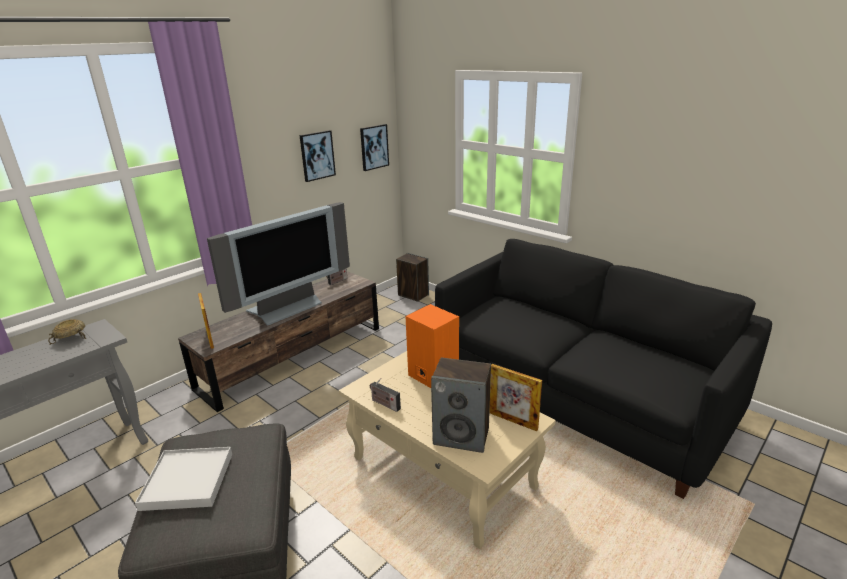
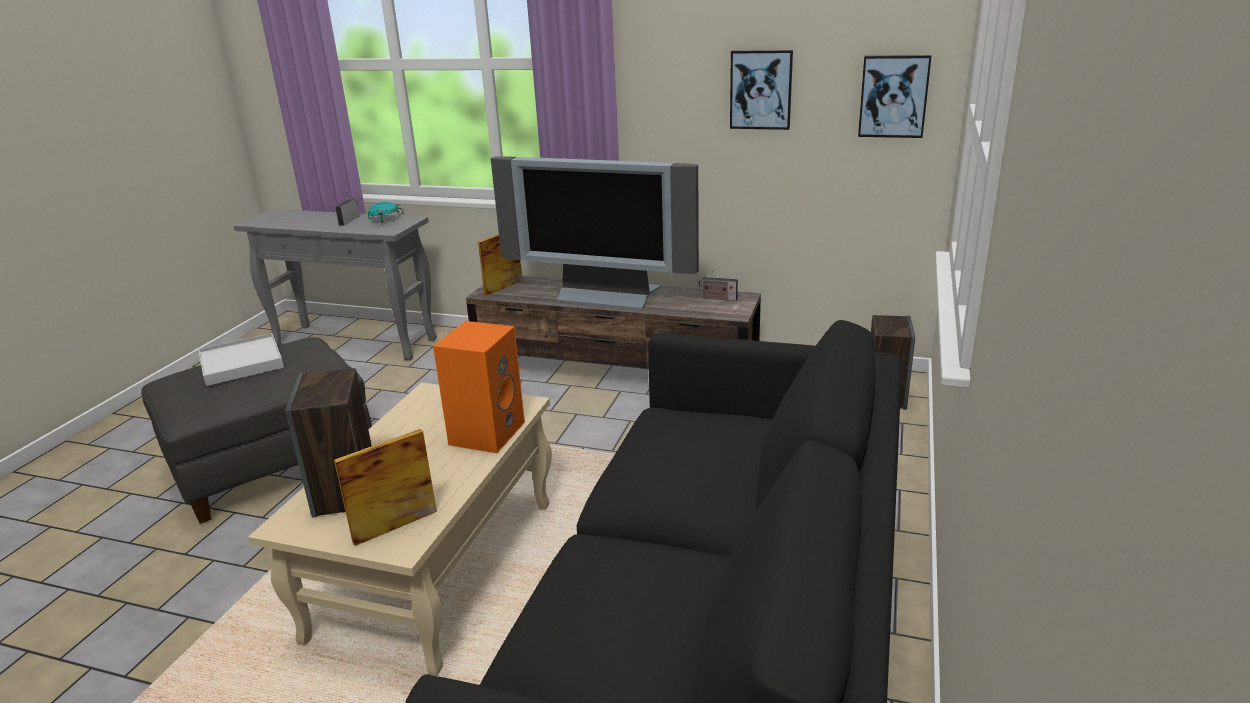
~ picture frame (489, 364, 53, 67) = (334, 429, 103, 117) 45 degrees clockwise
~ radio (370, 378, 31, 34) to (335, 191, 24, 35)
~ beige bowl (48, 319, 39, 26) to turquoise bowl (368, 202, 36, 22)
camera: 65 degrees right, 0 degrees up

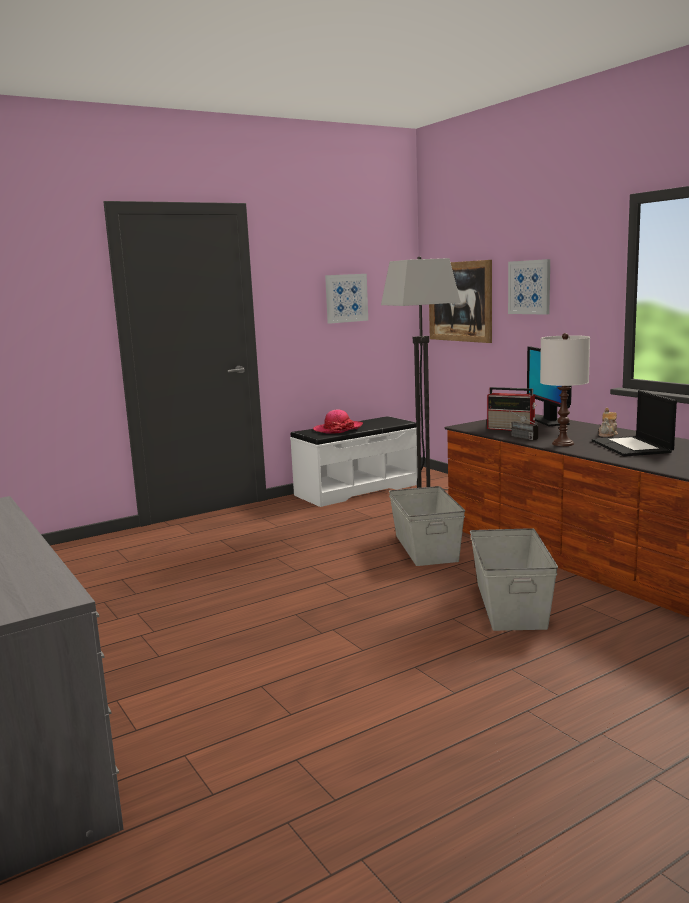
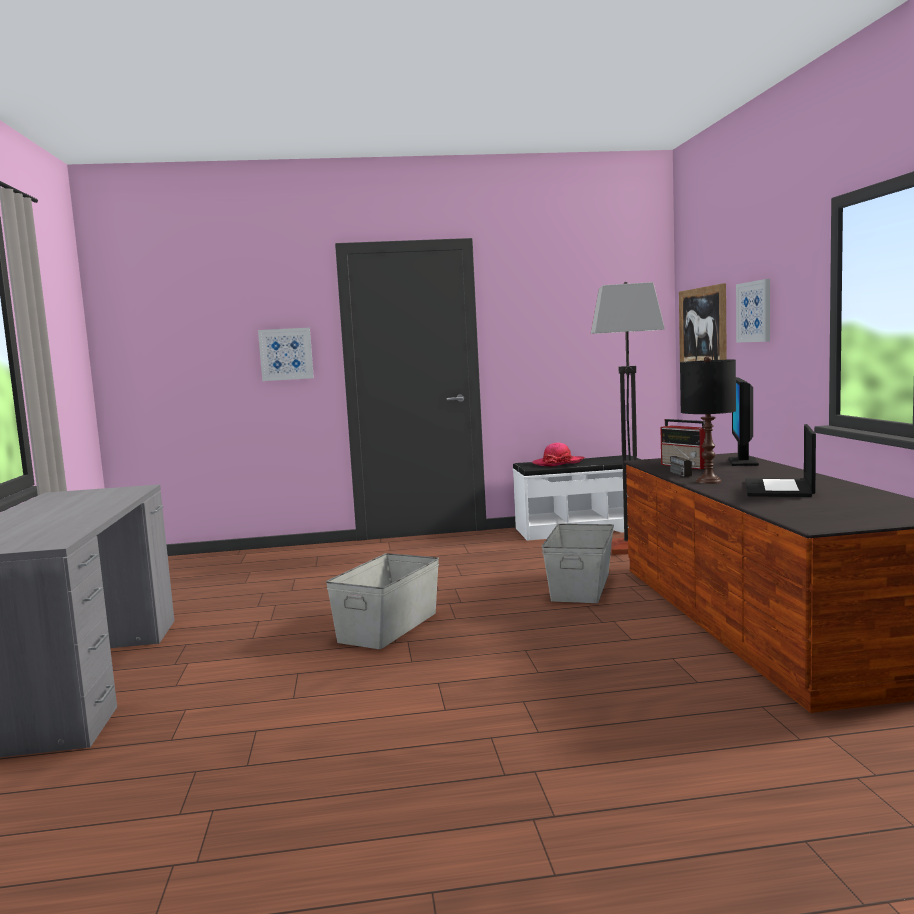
~ picture (325, 274, 43, 50) to (258, 328, 56, 53)
~ grey storage box (470, 528, 88, 103) to (326, 553, 113, 96)
~ white table lamp (540, 333, 50, 113) to black table lamp (680, 356, 56, 128)
- teapot (599, 408, 19, 29)
camera: 25 degrees right, 5 degrees down

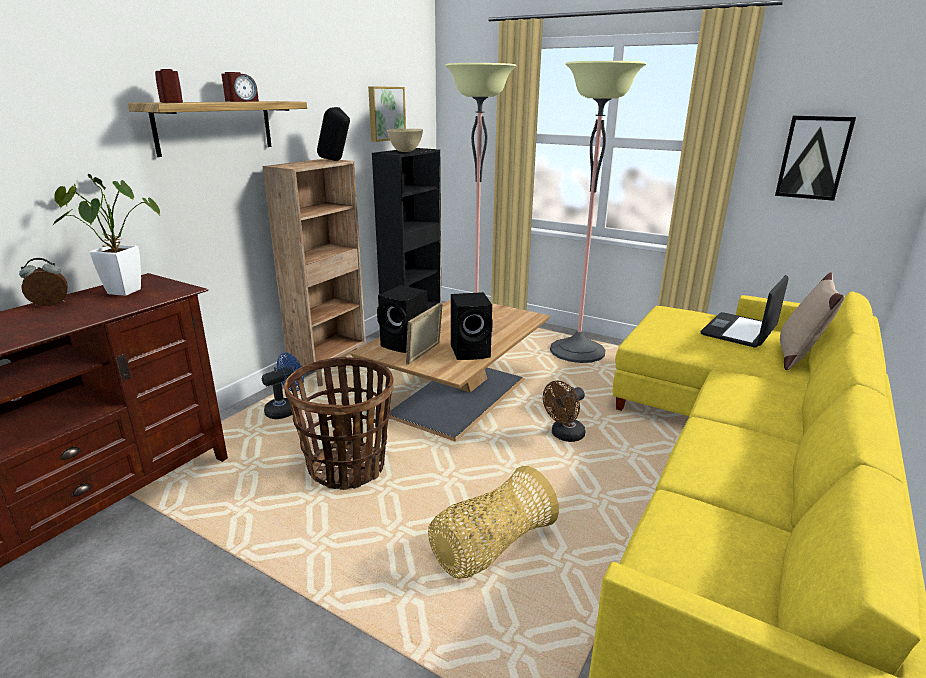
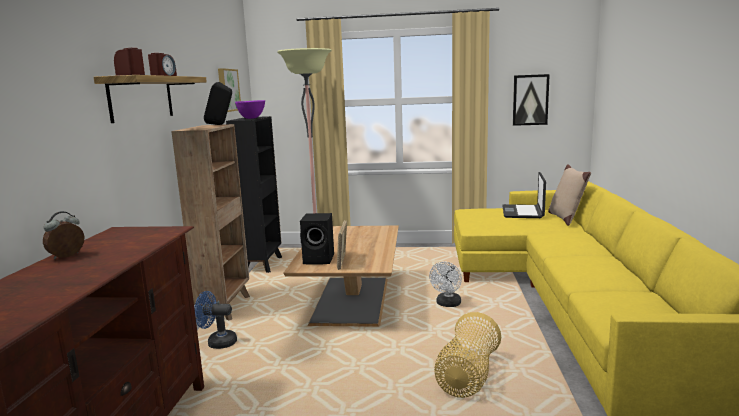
~ blue fan (262, 353, 42, 66) = (194, 291, 43, 58) 105 degrees counterclockwise
~ beige bowl (387, 128, 36, 24) to purple bowl (235, 100, 30, 19)
~ brown fan (543, 381, 42, 61) to white fan (429, 261, 33, 46)
- potted plant (53, 174, 107, 122)
- basket (284, 357, 109, 133)
- black speaker (451, 292, 42, 68)
- floor lamp (550, 61, 96, 302)
camera: 25 degrees left, 10 degrees down

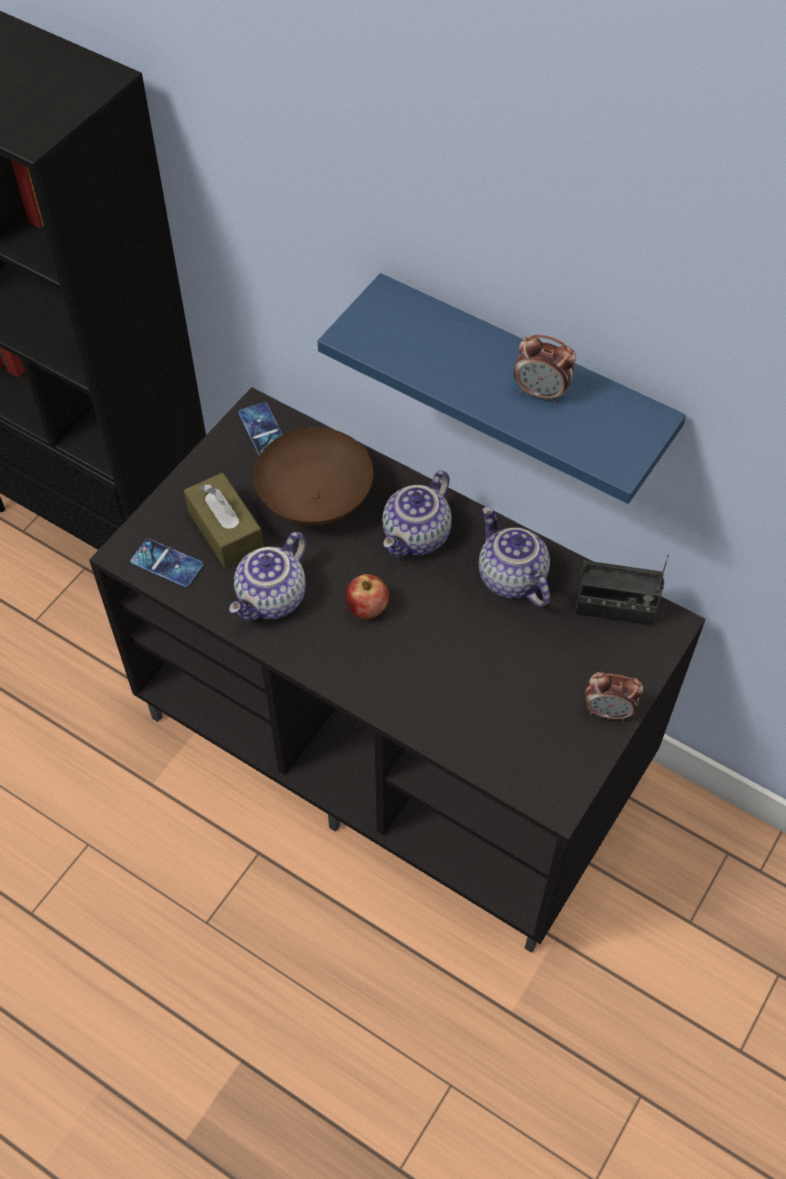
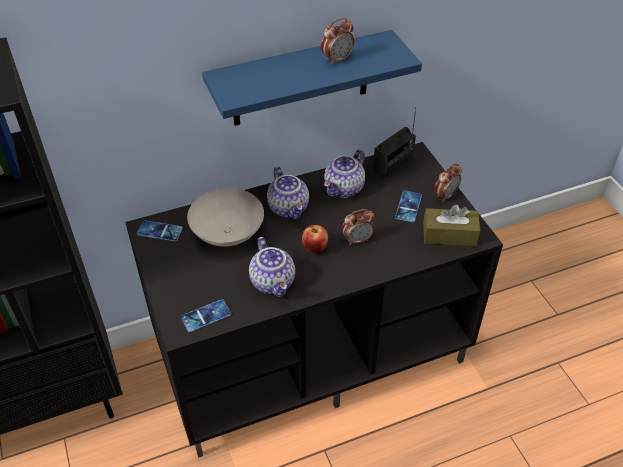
~ brown bowl (254, 427, 119, 99) to white bowl (187, 188, 77, 59)
~ teapot (479, 507, 71, 100) = (324, 149, 41, 49) 60 degrees counterclockwise
+ alarm clock (342, 209, 33, 36)
+ phone (395, 190, 27, 32)
~ brown tissue box (184, 473, 79, 95) to (423, 205, 58, 41)
camera: 55 degrees left, 10 degrees down

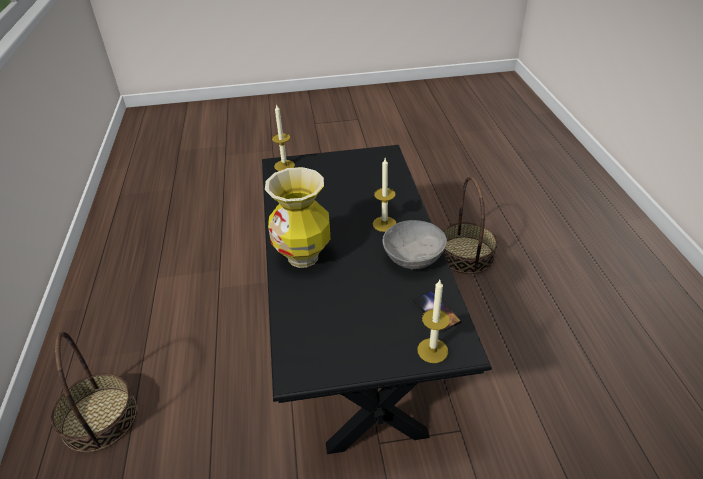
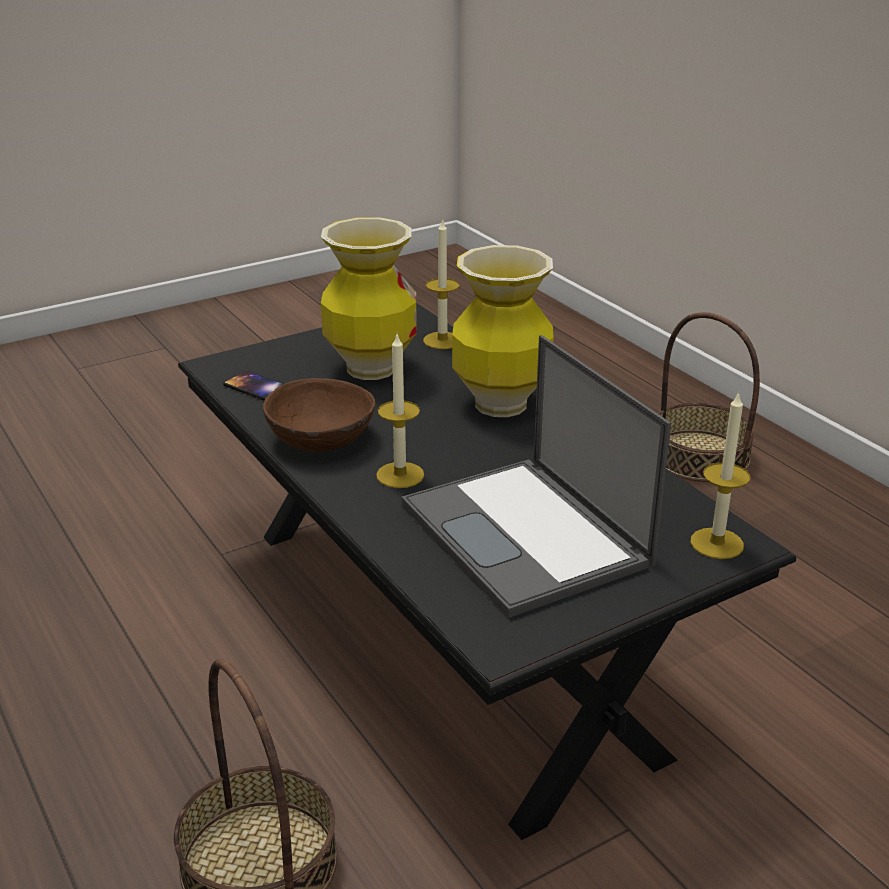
~ grey bowl (382, 220, 65, 49) to brown bowl (263, 378, 112, 74)
+ vase (321, 217, 96, 163)
+ laptop (401, 335, 270, 283)
~ candle (417, 280, 33, 83) to (423, 218, 36, 131)
camera: 155 degrees right, 10 degrees down

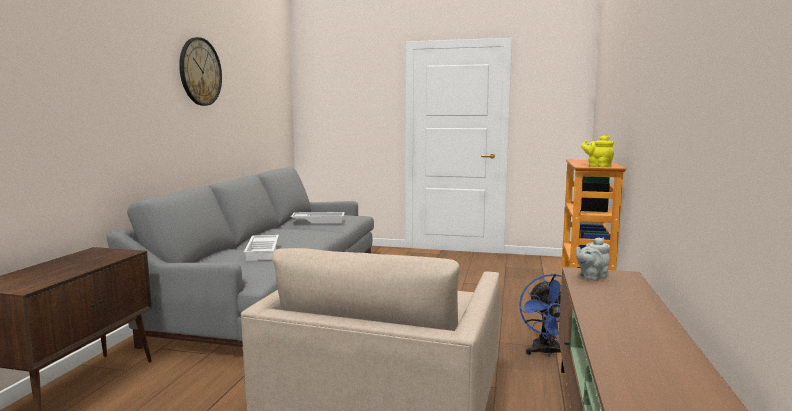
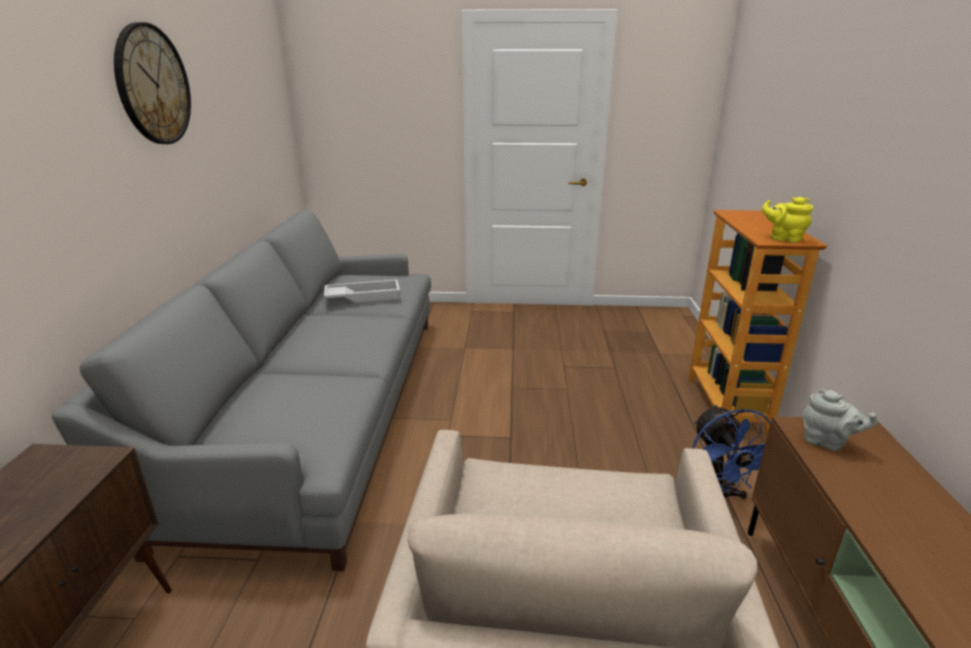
~ grey teapot (576, 237, 34, 44) = (803, 389, 75, 62) 105 degrees counterclockwise
- white tray (244, 235, 35, 26)
camera: 10 degrees left, 15 degrees up

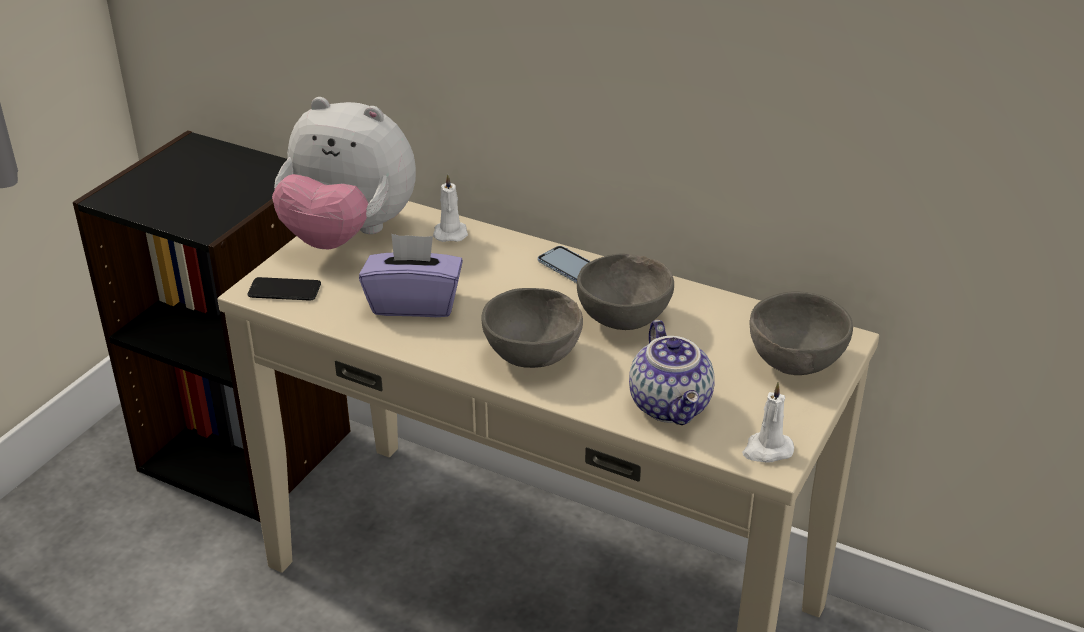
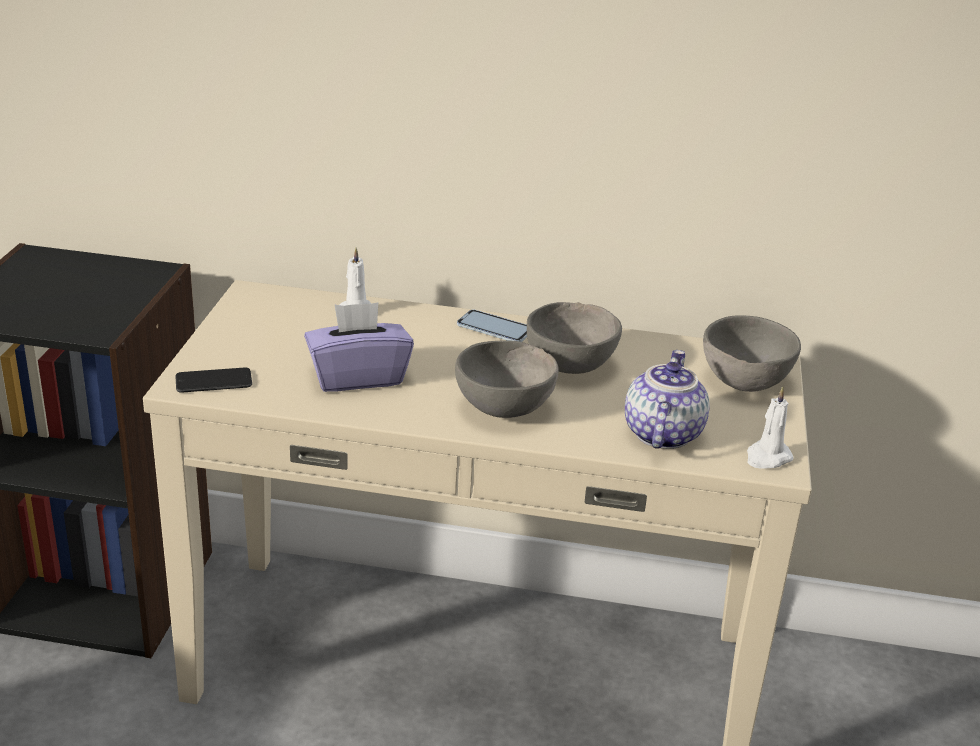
~ teapot (629, 320, 86, 105) = (625, 350, 85, 99) 135 degrees counterclockwise
- plush toy (272, 97, 144, 152)
camera: 20 degrees left, 5 degrees down

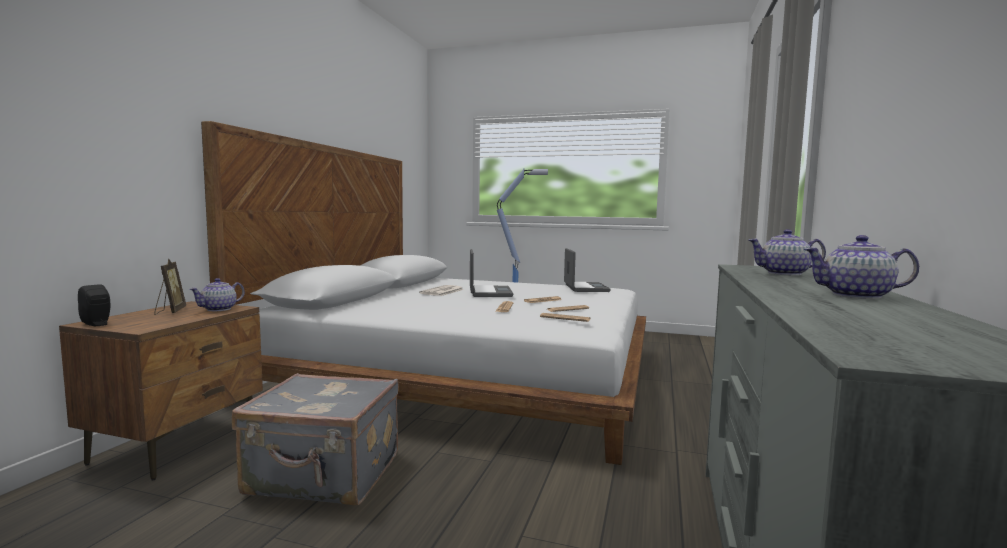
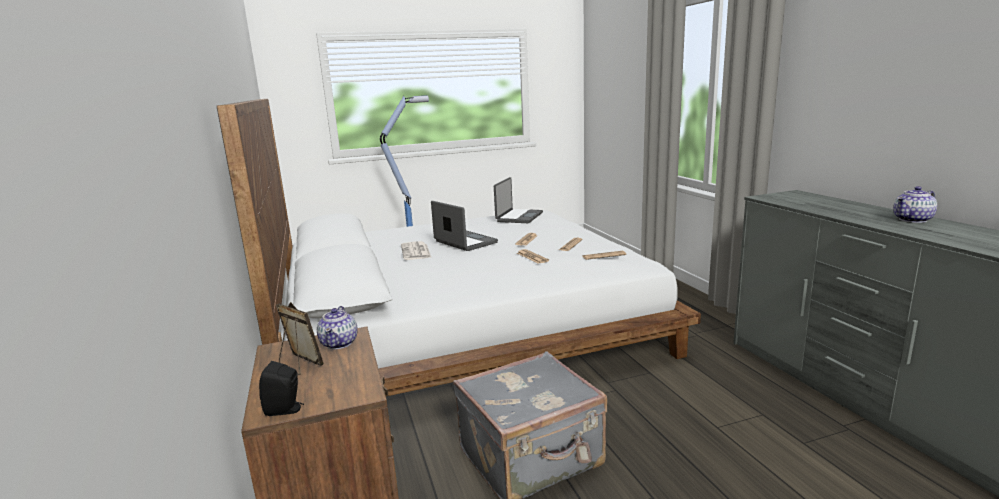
~ laptop (564, 248, 47, 44) = (494, 177, 49, 46) 60 degrees clockwise
- teapot (748, 229, 78, 47)
camera: 35 degrees left, 10 degrees up

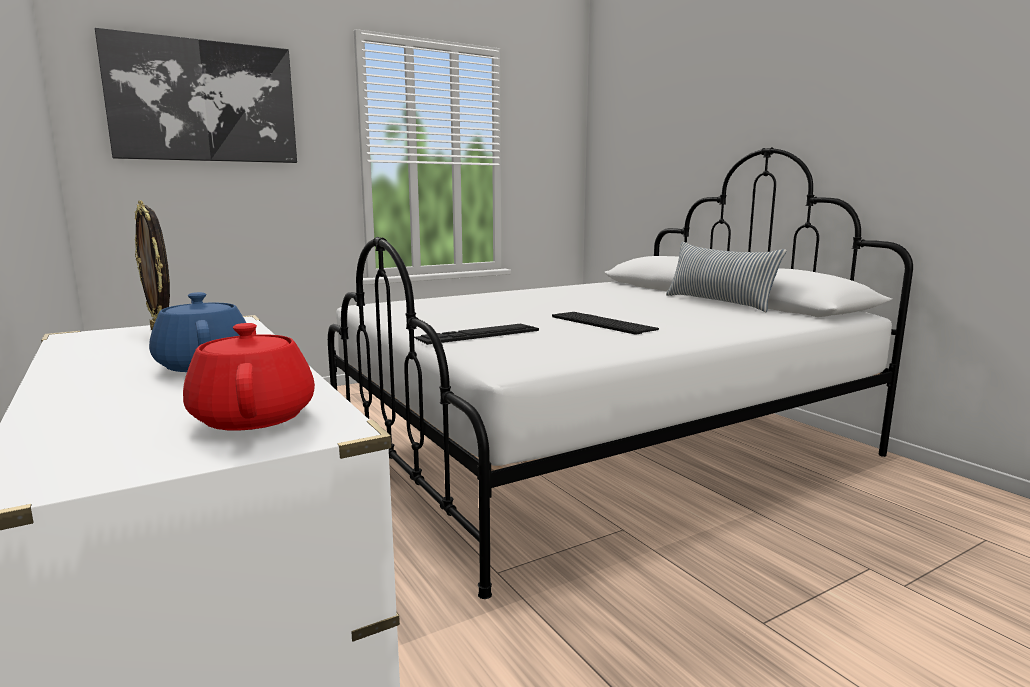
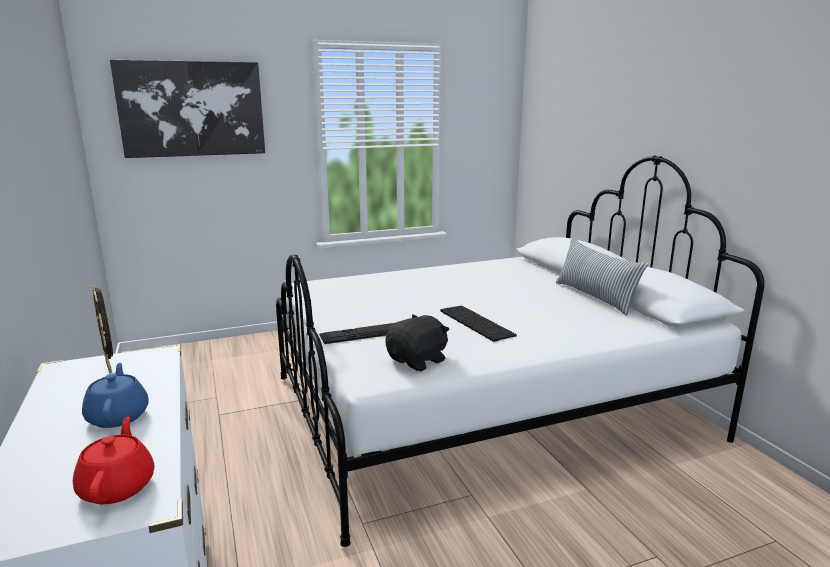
+ black plush toy (385, 315, 64, 56)
camera: 10 degrees right, 5 degrees up

